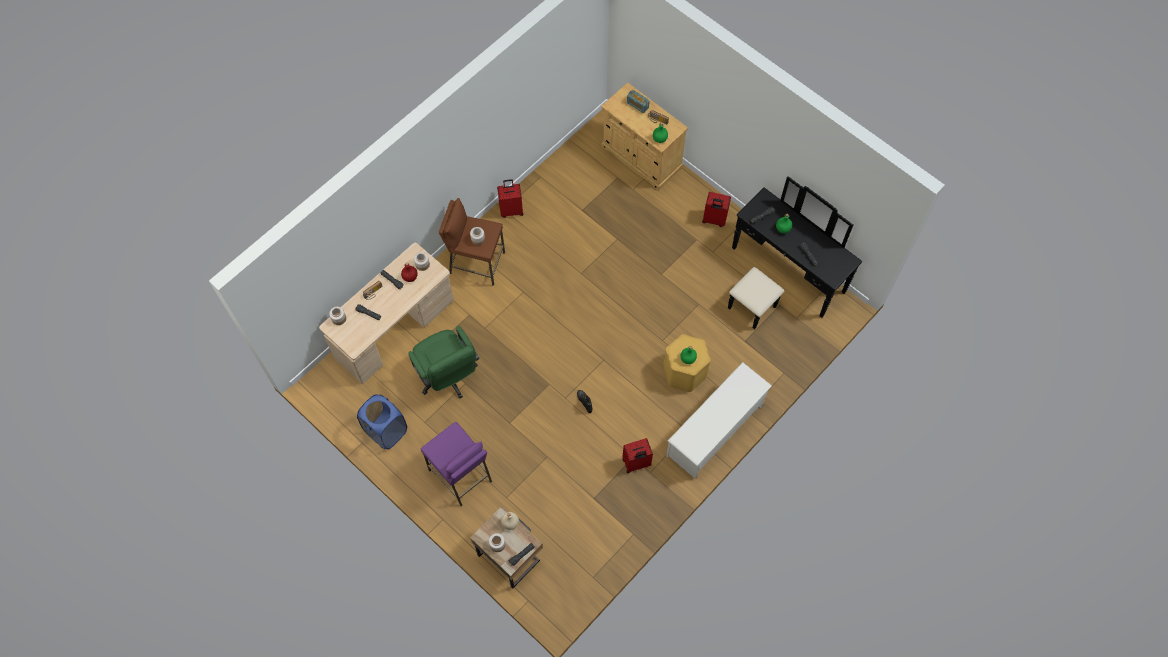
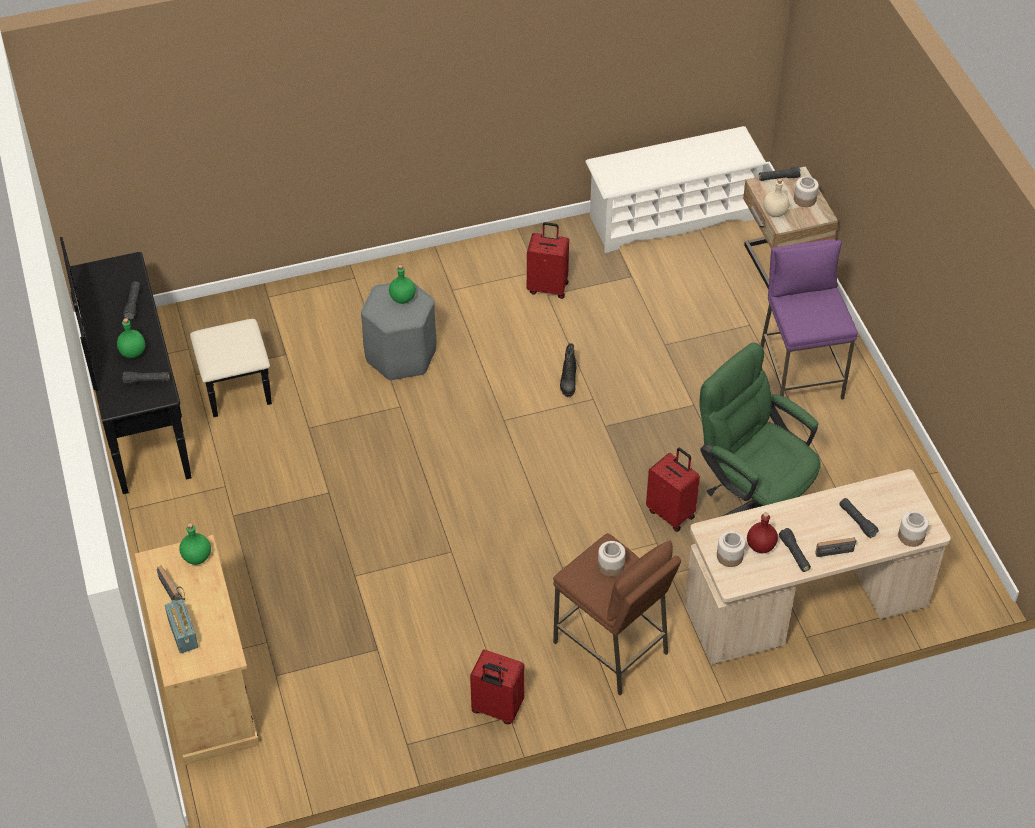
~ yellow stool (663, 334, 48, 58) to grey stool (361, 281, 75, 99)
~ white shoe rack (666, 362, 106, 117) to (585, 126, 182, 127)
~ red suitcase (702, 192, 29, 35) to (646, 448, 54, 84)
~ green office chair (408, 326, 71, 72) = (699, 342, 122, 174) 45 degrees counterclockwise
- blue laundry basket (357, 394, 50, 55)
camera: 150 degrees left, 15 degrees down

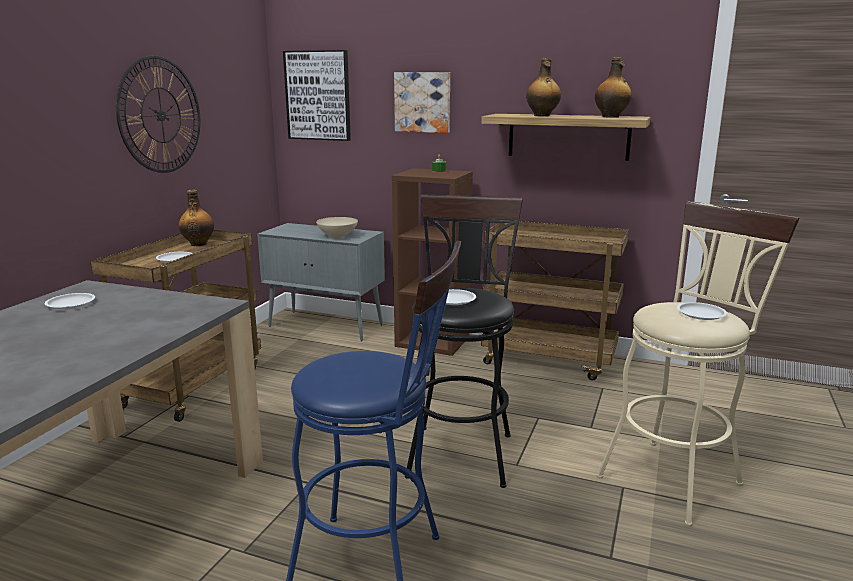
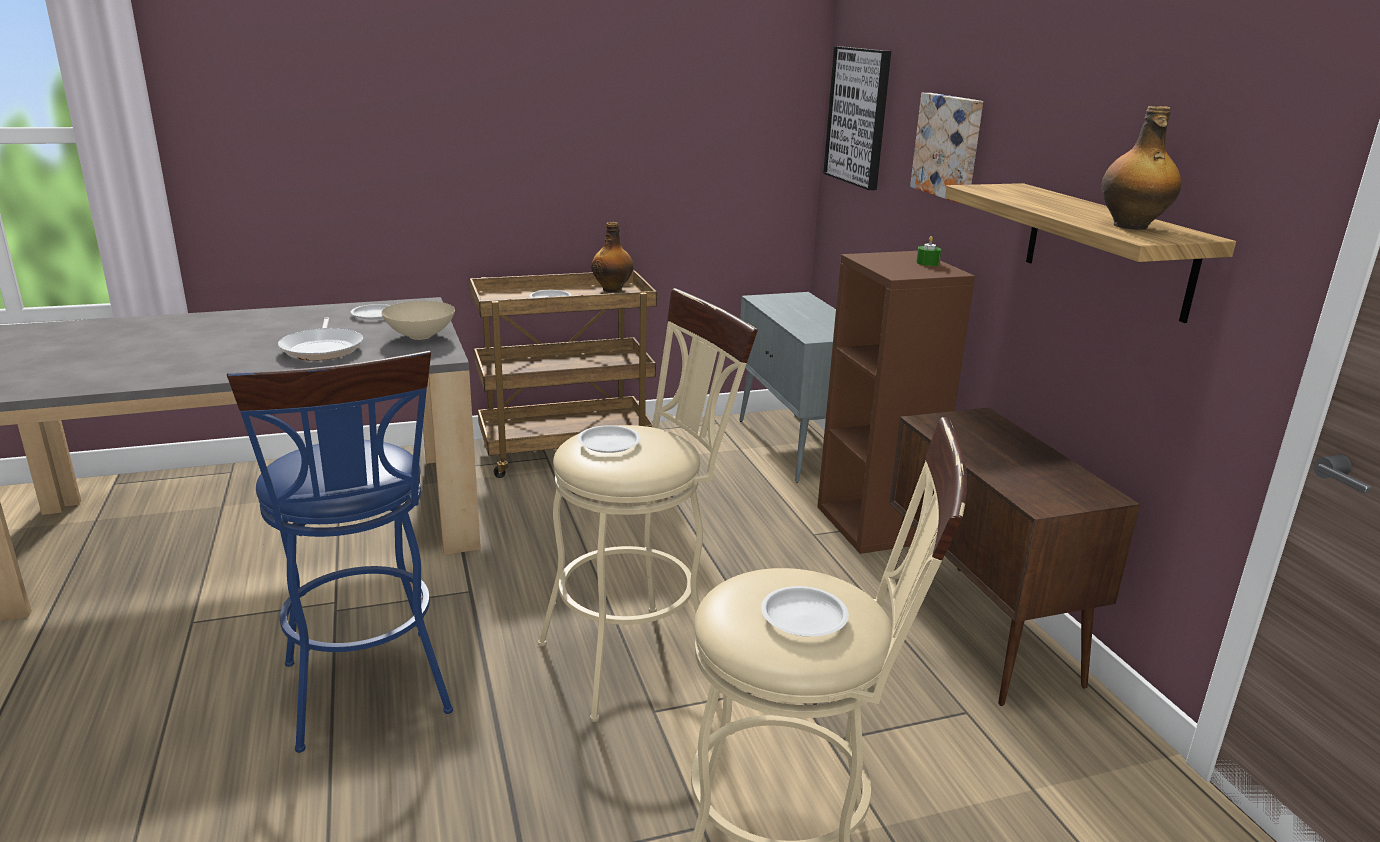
+ frying pan (278, 317, 85, 44)
~ beige bowl (316, 217, 42, 21) to (381, 301, 74, 39)
~ black stool (405, 194, 118, 294) to beige stool (538, 288, 220, 434)
~ brown cart (481, 221, 148, 159) to brown cabinet (889, 407, 251, 299)
- wall clock (116, 55, 84, 118)
- bottle (526, 58, 35, 59)
camera: 50 degrees right, 5 degrees up

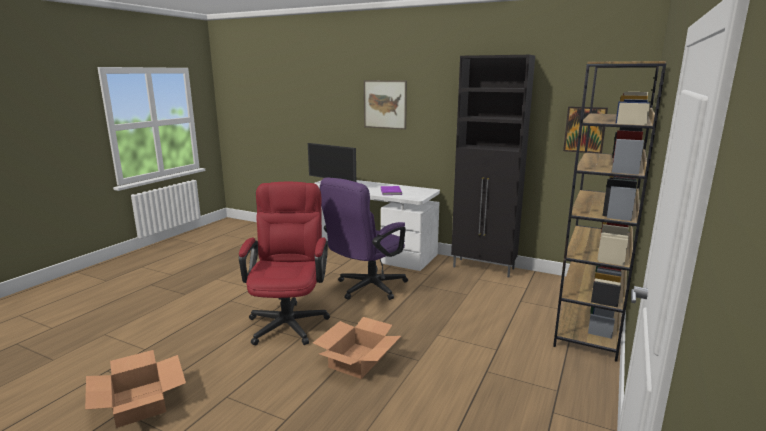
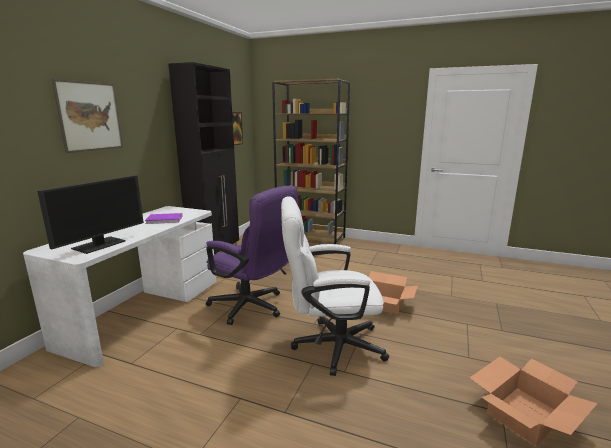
~ red office chair (239, 182, 91, 163) to white office chair (281, 196, 108, 180)
camera: 95 degrees left, 0 degrees up

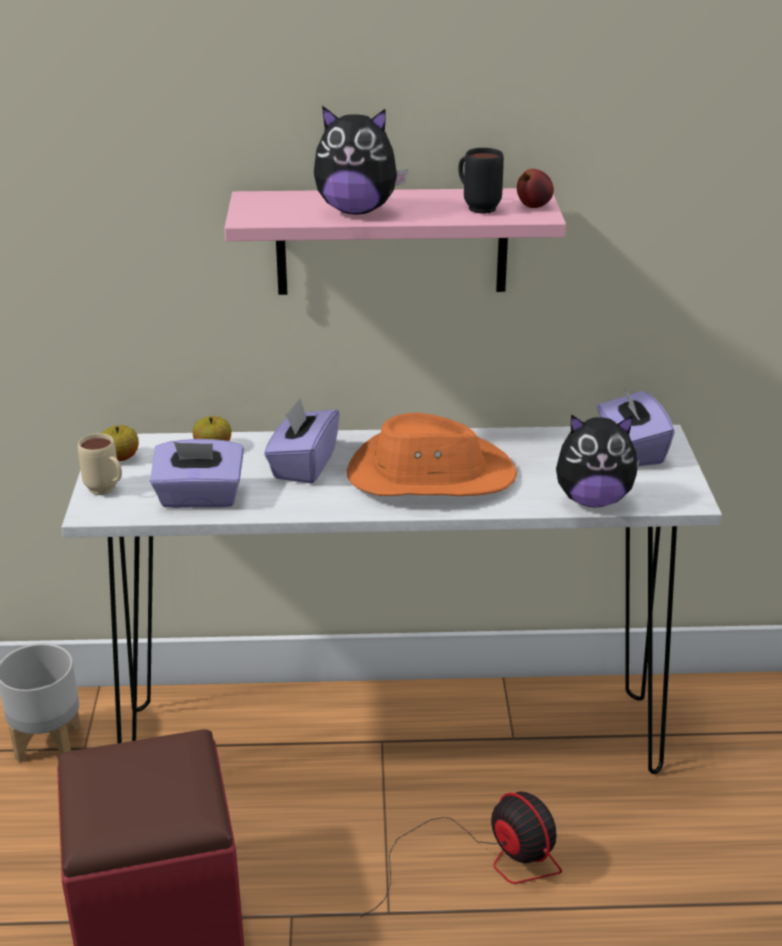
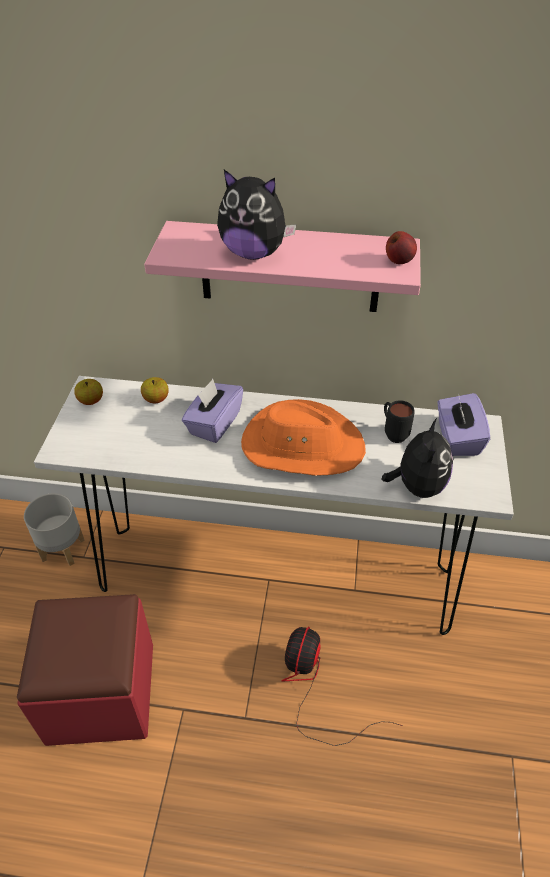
~ fan (360, 792, 202, 126) = (281, 627, 122, 119) 135 degrees counterclockwise
~ plush toy (556, 415, 84, 93) = (381, 418, 72, 80) 90 degrees counterclockwise
~ black mug (458, 148, 46, 66) to (384, 400, 31, 43)
- beige mug (78, 433, 44, 62)
- purple tissue box (150, 439, 94, 69)
camera: 10 degrees right, 15 degrees up

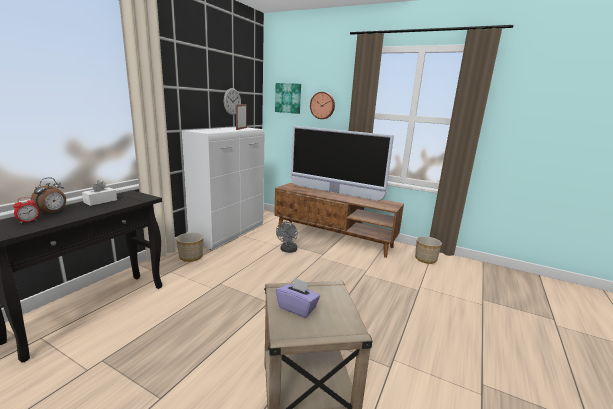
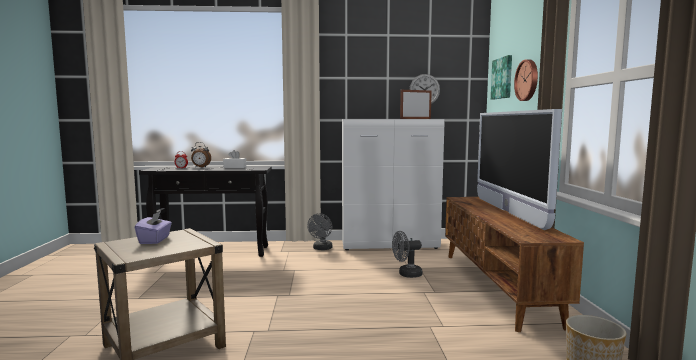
~ planter (176, 233, 28, 29) to grey fan (307, 213, 25, 37)
camera: 60 degrees right, 10 degrees down

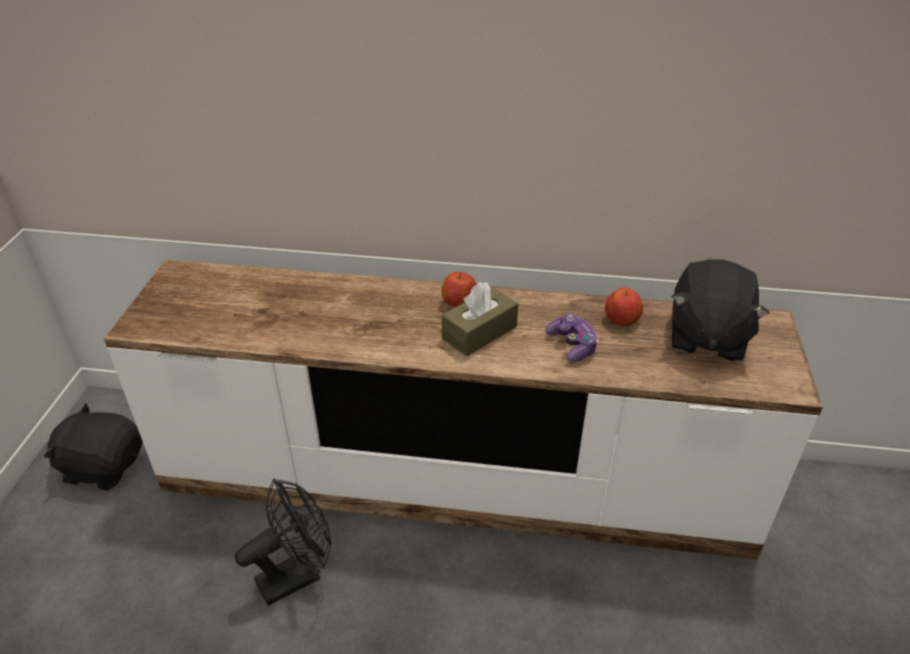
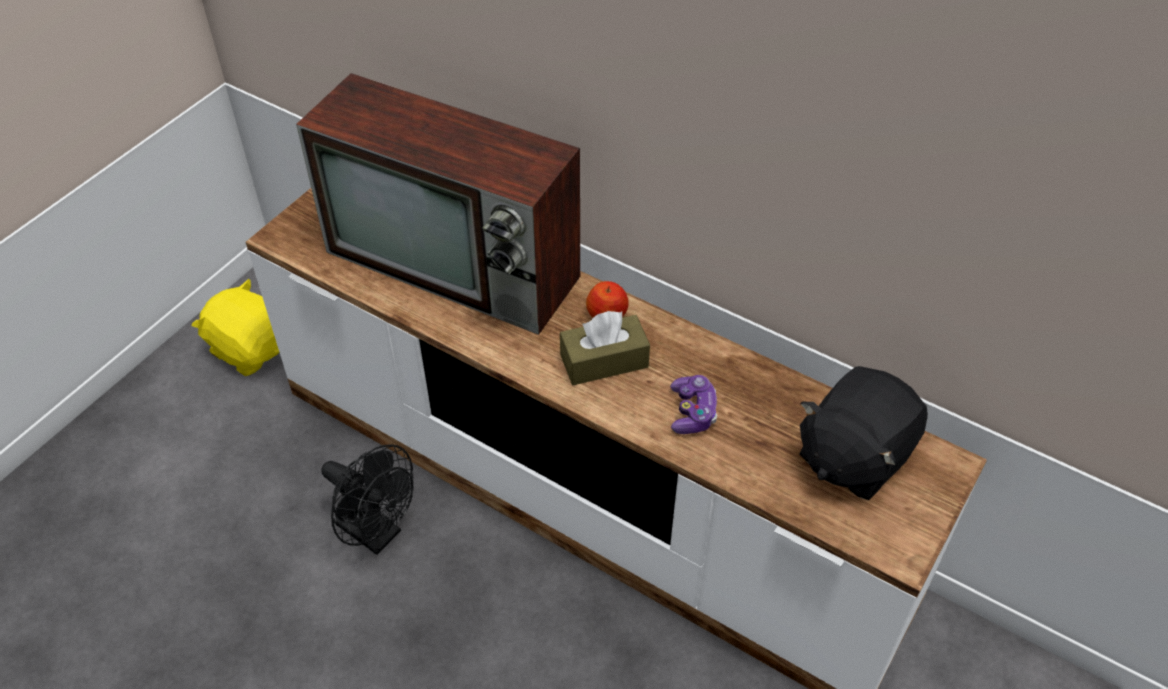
~ black plush toy (44, 403, 98, 88) to yellow plush toy (192, 279, 87, 97)
+ television (296, 73, 284, 262)
~ black fan (235, 478, 97, 128) = (322, 444, 91, 111) 45 degrees clockwise
- apple (605, 287, 38, 39)
camera: 25 degrees right, 10 degrees up

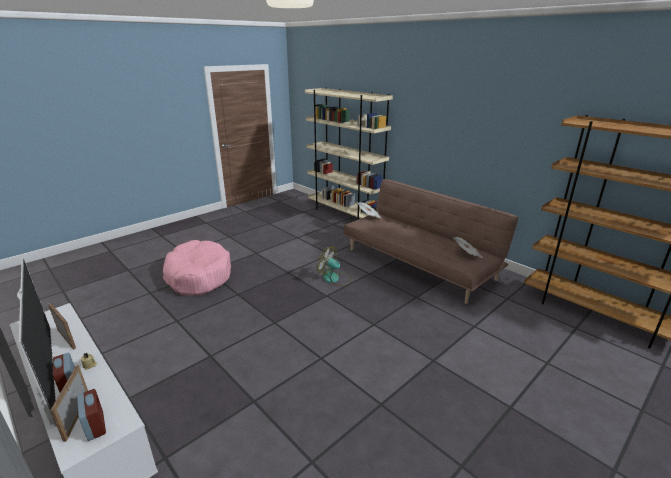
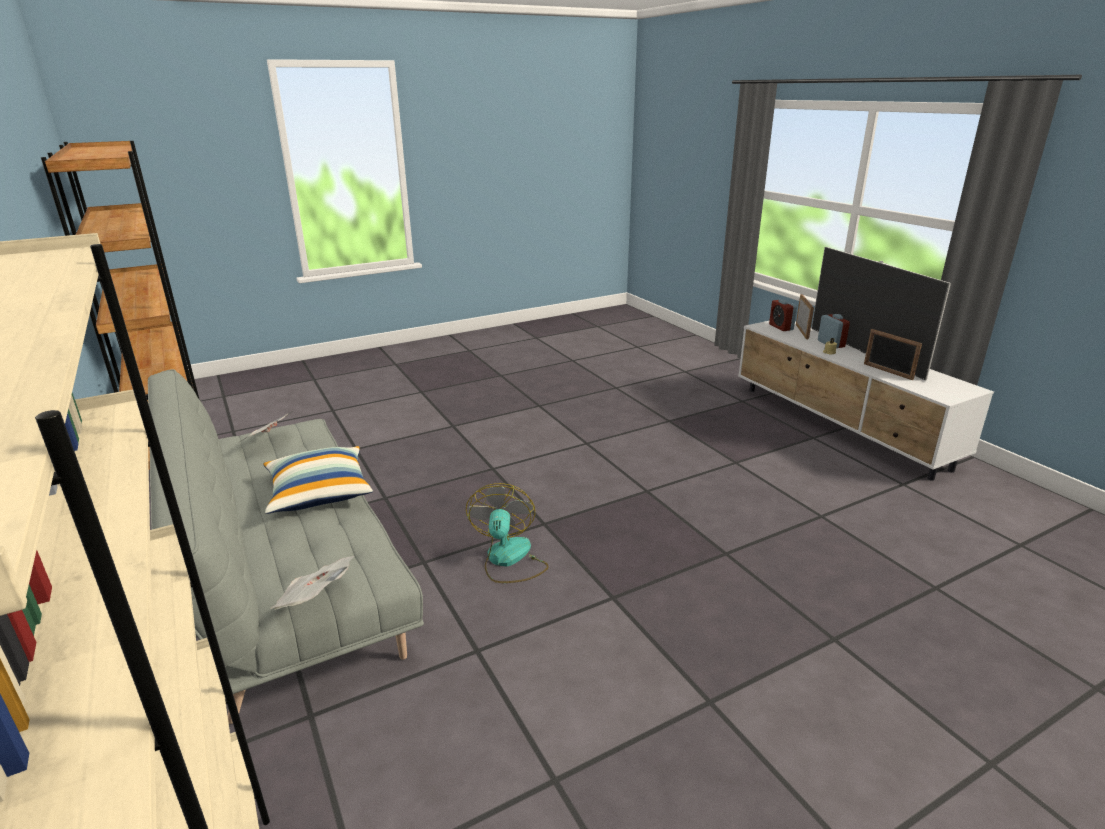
~ brown sofa (343, 179, 176, 125) to grey sofa (146, 369, 278, 355)
+ pillow (263, 446, 110, 68)
~ fan (316, 247, 35, 39) = (466, 483, 83, 100) 135 degrees counterclockwise
- pink dog bed (163, 240, 68, 55)
camera: 165 degrees left, 0 degrees up

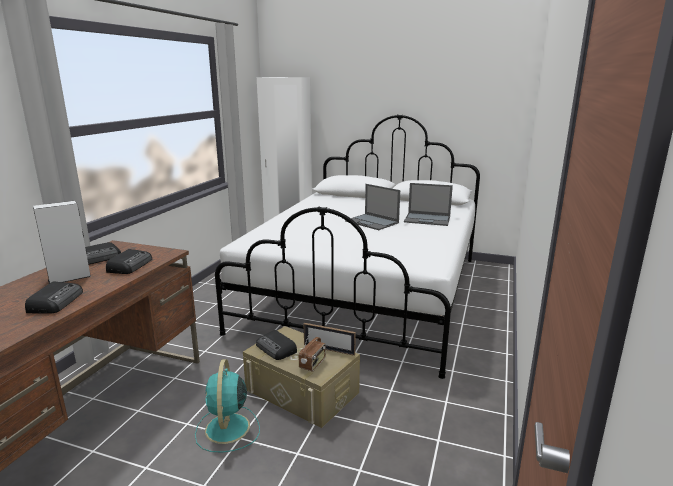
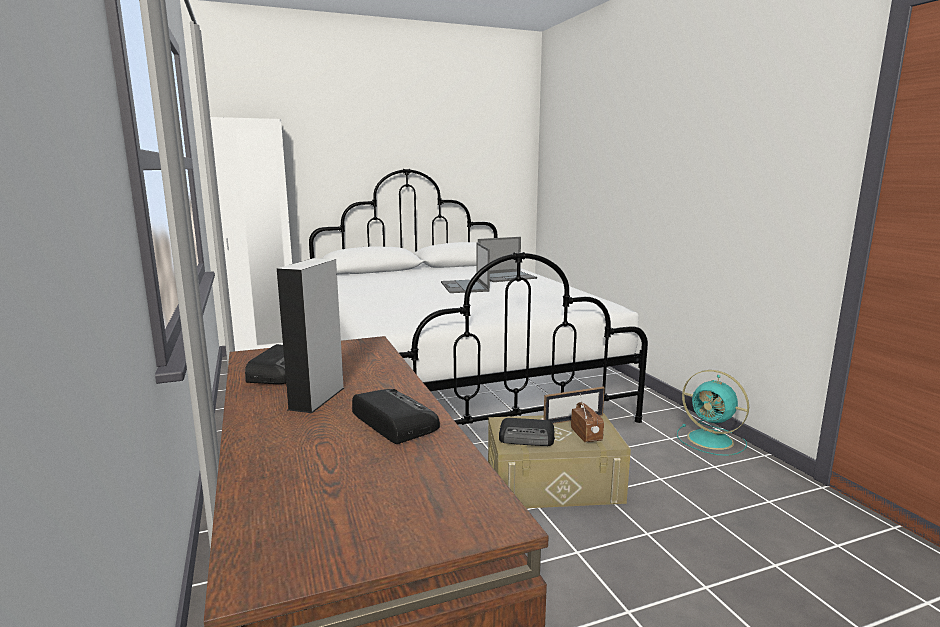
~ laptop (345, 184, 55, 46) = (441, 242, 49, 51) 75 degrees clockwise
~ turquoise fan (195, 359, 65, 94) to (677, 370, 72, 86)
- radio (106, 249, 46, 25)
camera: 40 degrees left, 5 degrees down

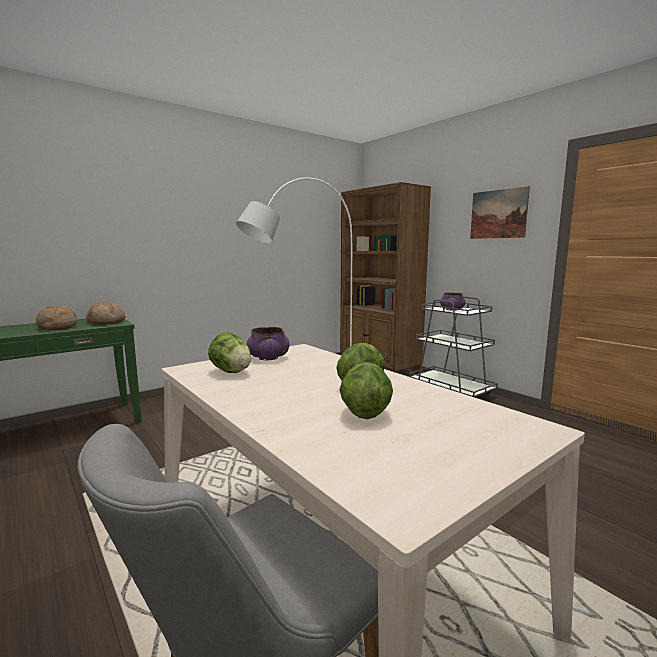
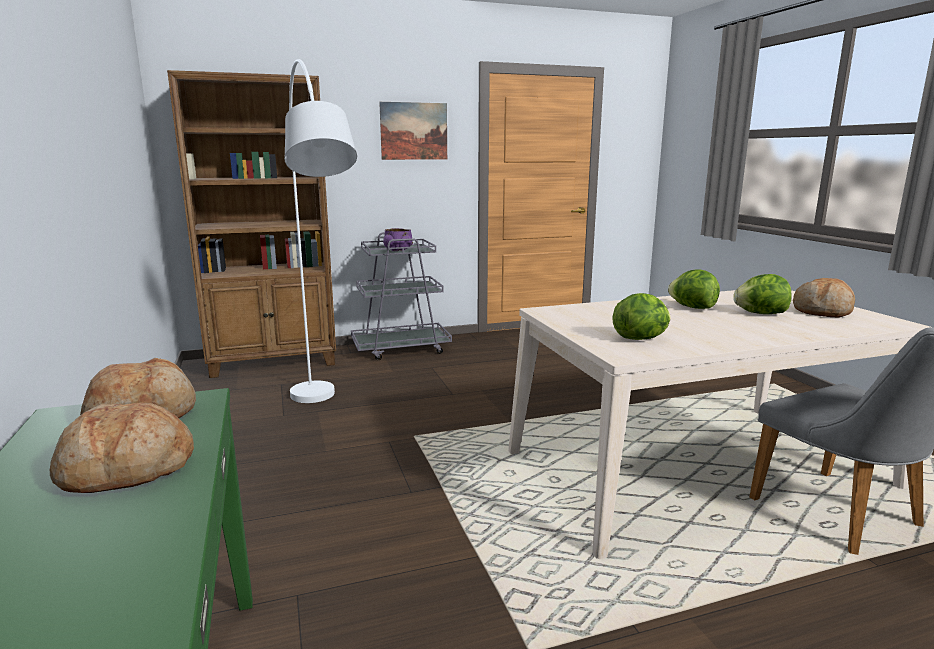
+ bread (793, 278, 62, 40)
- purple bowl (247, 327, 42, 33)
camera: 70 degrees left, 5 degrees up

